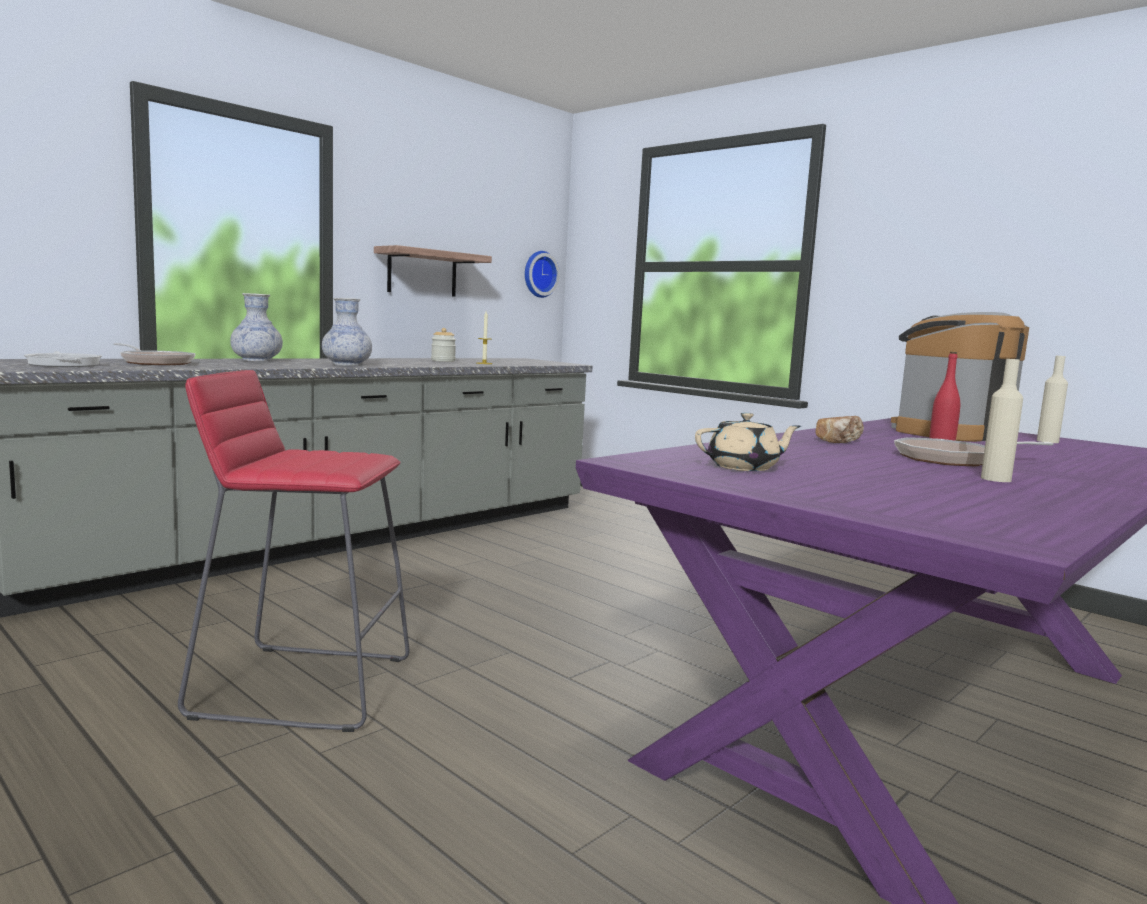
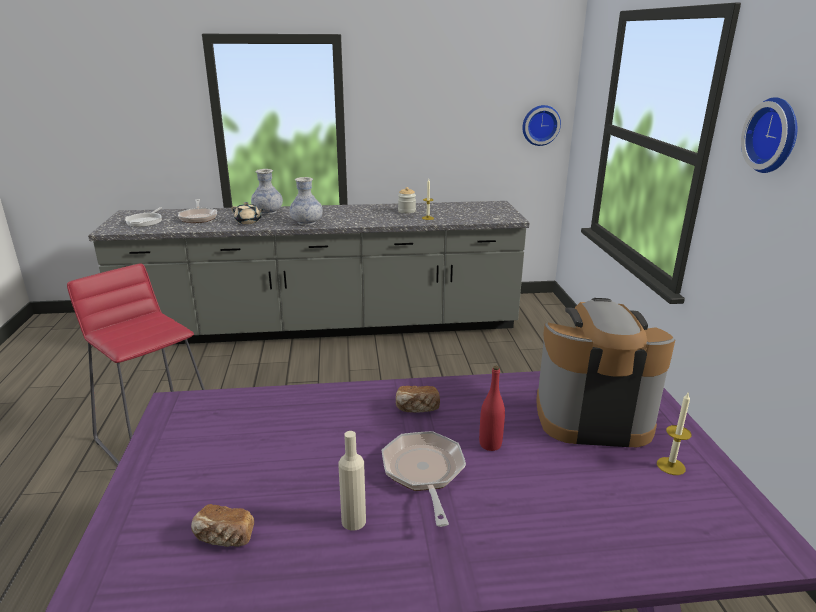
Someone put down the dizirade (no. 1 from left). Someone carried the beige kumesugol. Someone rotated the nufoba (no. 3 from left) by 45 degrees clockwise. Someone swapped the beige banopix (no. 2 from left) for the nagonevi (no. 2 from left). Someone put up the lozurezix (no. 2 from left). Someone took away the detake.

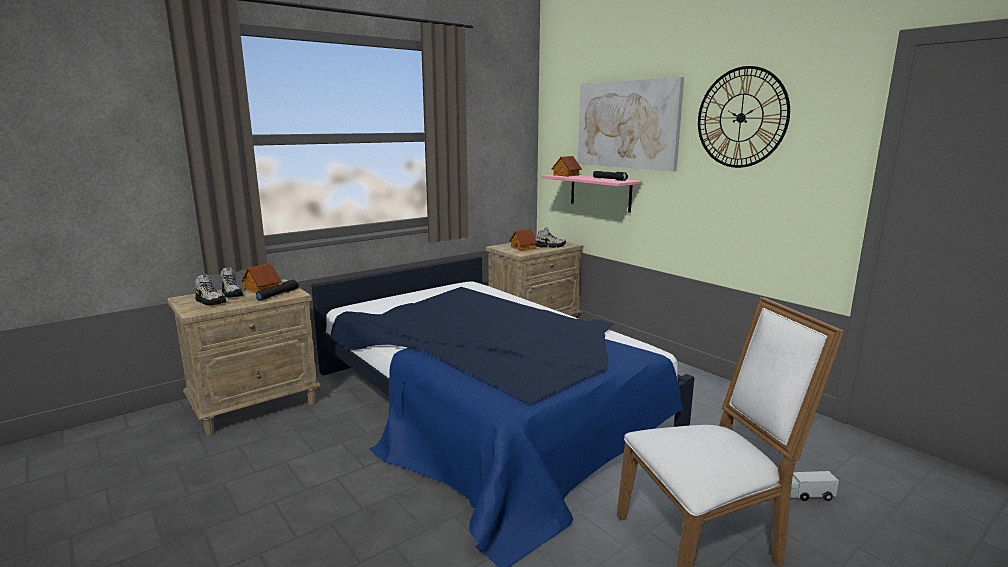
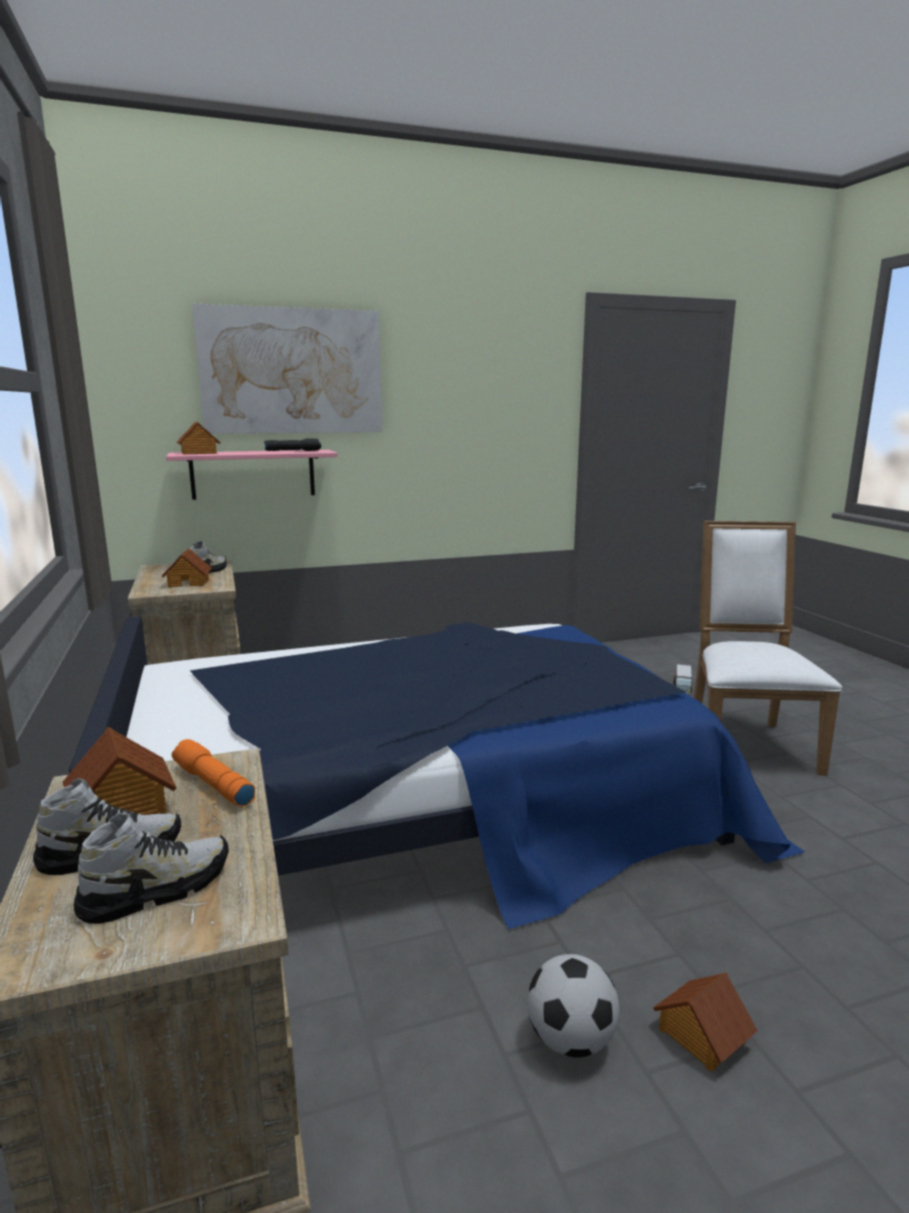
Someone repainted the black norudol (no. 1 from left), which became the orange norudol. Someone put down the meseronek. Someone put down the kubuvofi (no. 4 from left). Someone took away the lozurezix.

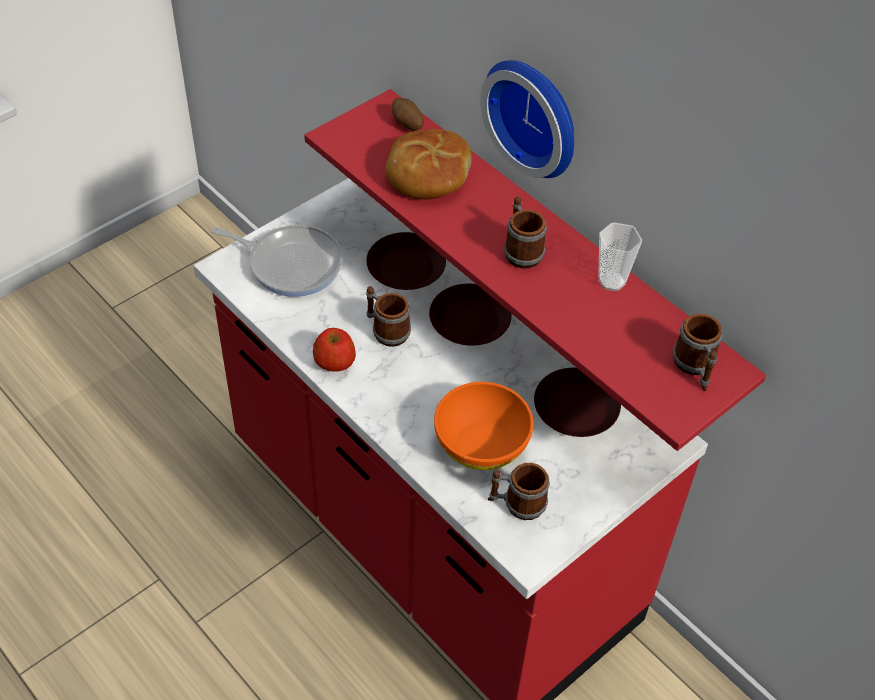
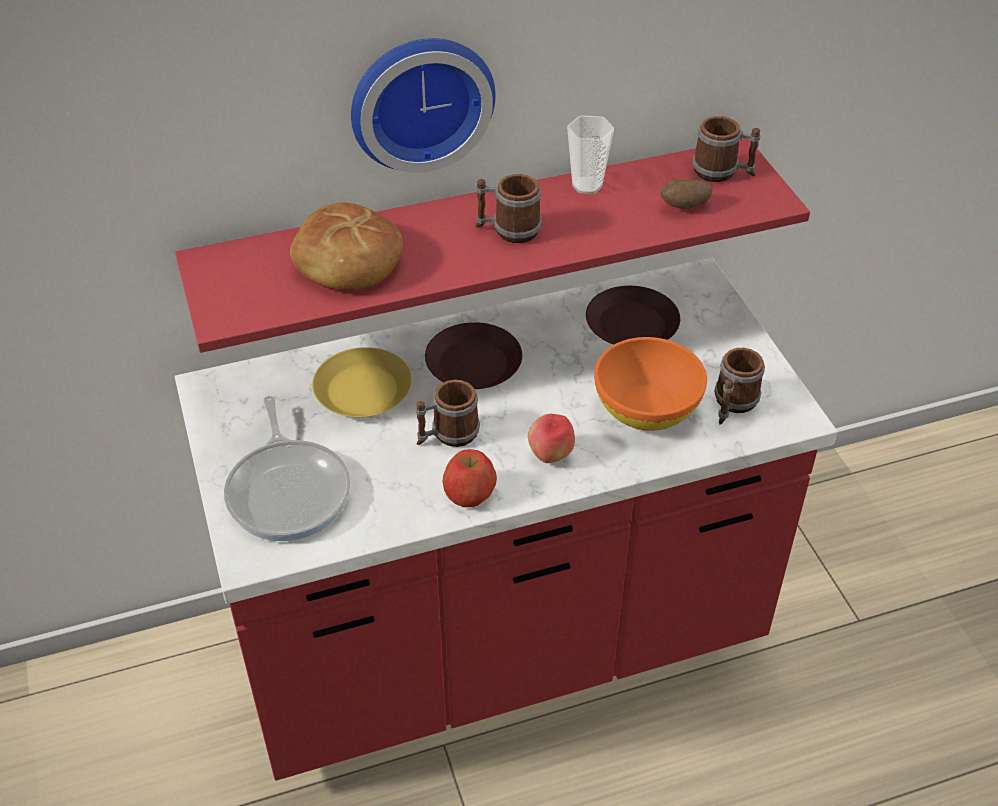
Someone rotated the nufoba by 120 degrees clockwise. Someone repainted the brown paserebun (no. 1 from left), which became the yellow paserebun. Someone put down the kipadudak (no. 2 from left). Someone carried the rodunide.

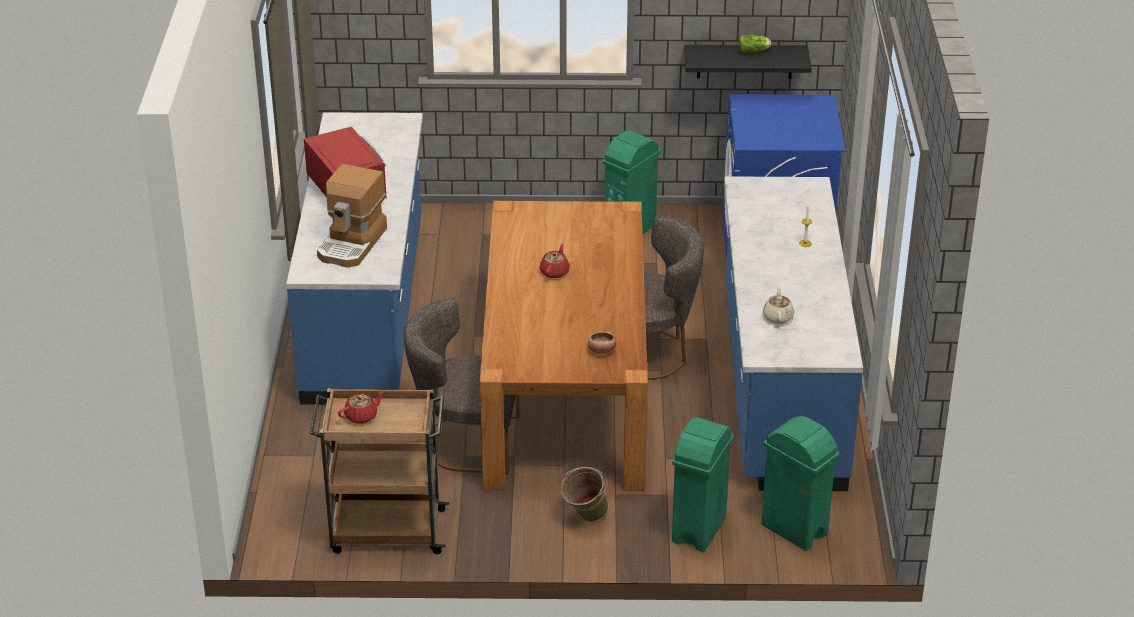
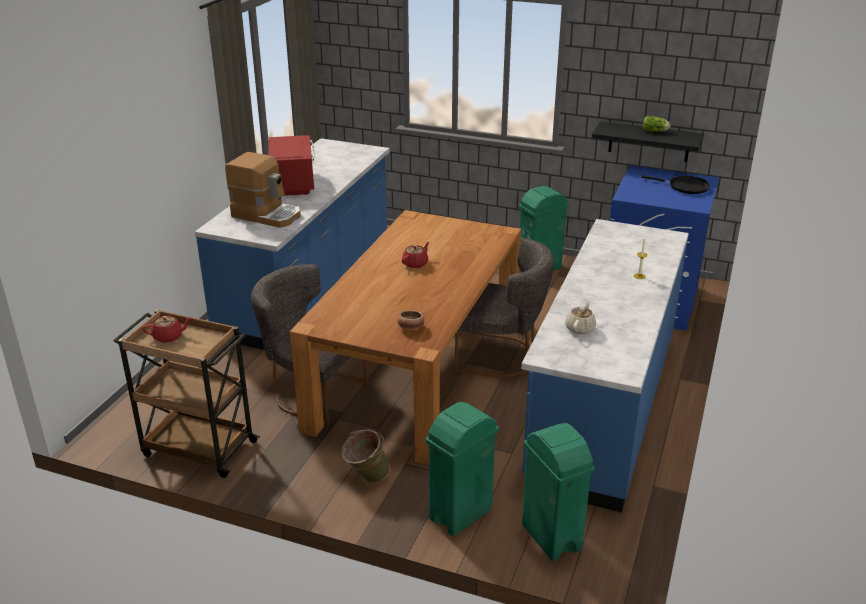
Someone rotated the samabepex by 105 degrees counterclockwise. Someone put down the black nufoba.

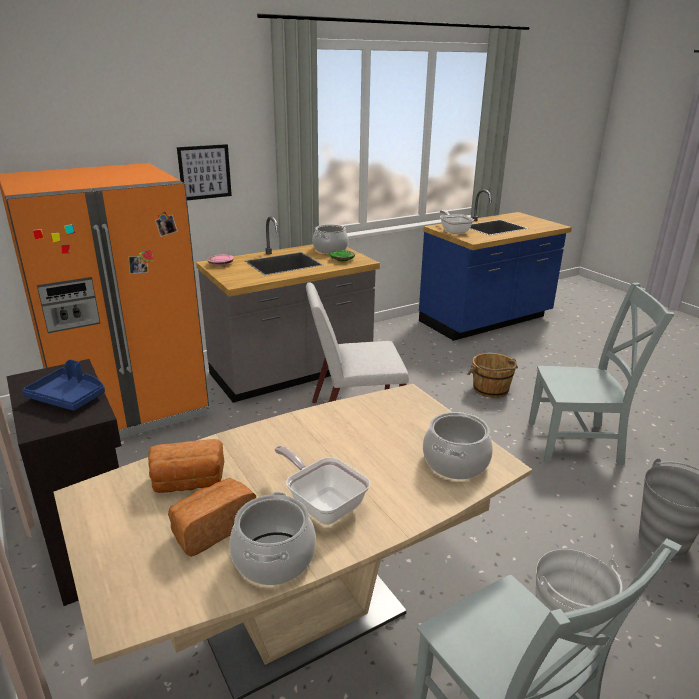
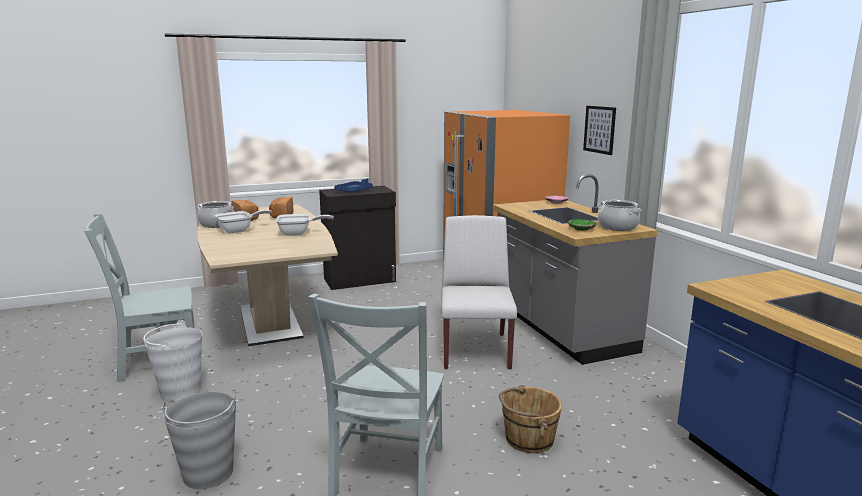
Someone carried the nufoba (no. 2 from left). Someone took away the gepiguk (no. 3 from left).

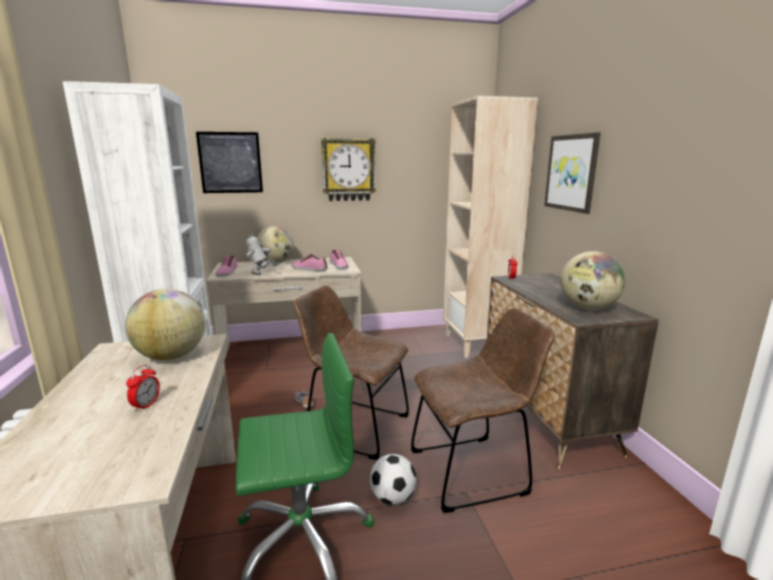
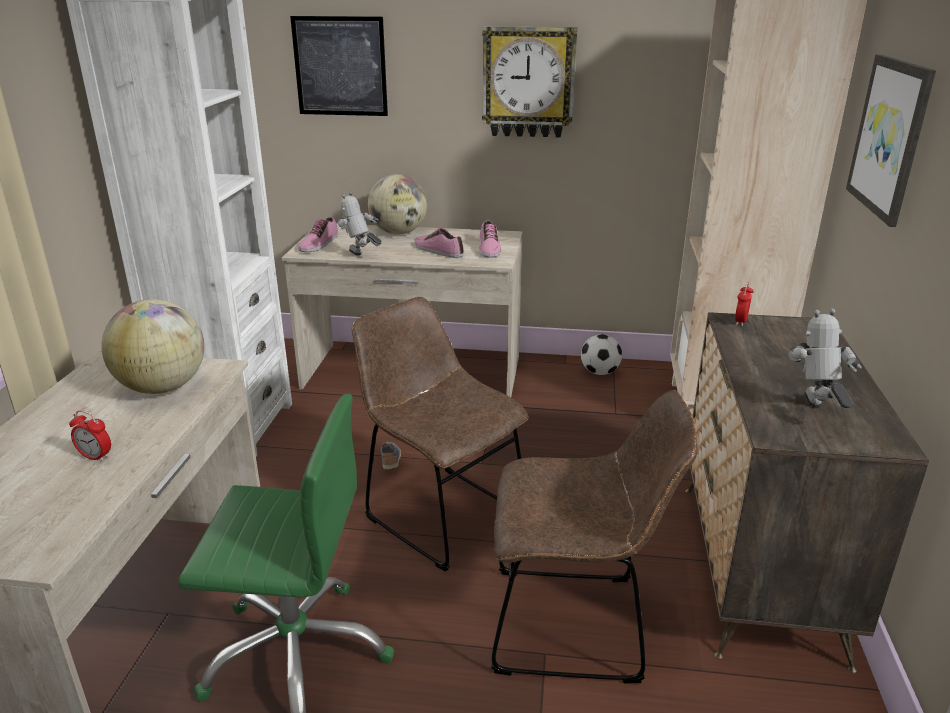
Someone rotated the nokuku (no. 1 from left) by 75 degrees clockwise. Someone carried the meseronek. Someone swapped the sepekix (no. 3 from left) for the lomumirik (no. 2 from left).

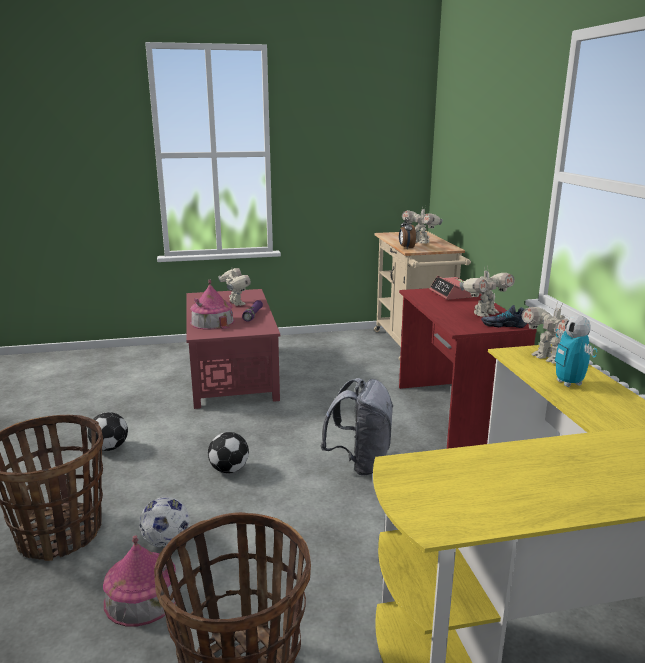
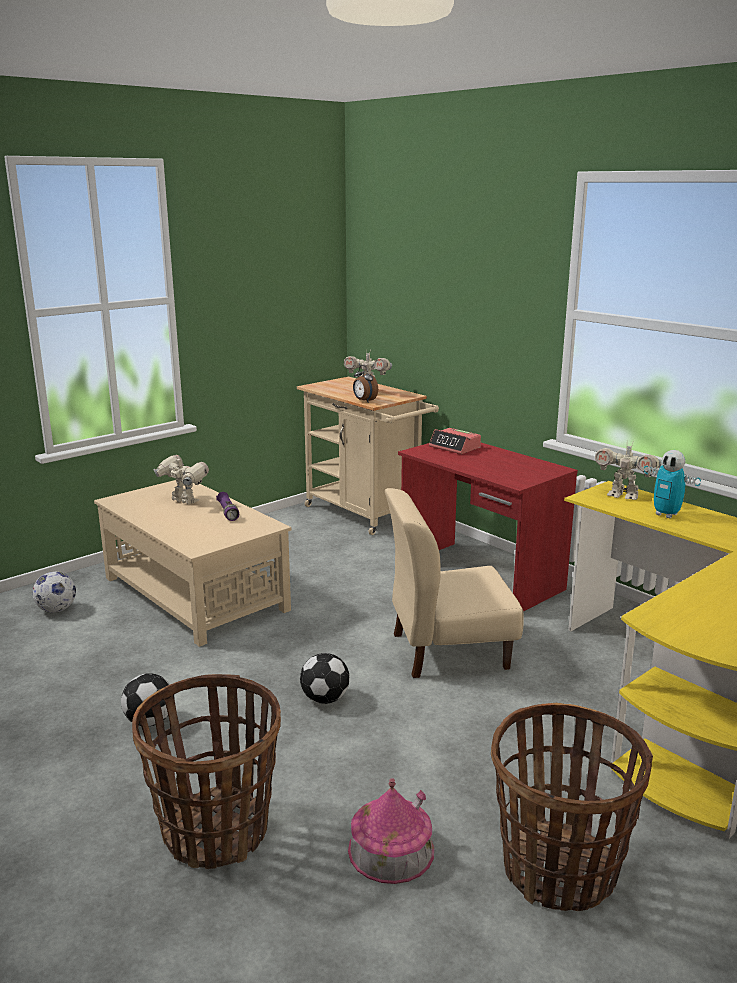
Someone carried the meseronek (no. 2 from left in the first image). Someone repainted the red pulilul, which became the beige pulilul. Someone swapped the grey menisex for the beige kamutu. Someone took away the kubuvofi (no. 2 from left). Someone took away the lomumirik (no. 3 from left). Someone took away the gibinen.

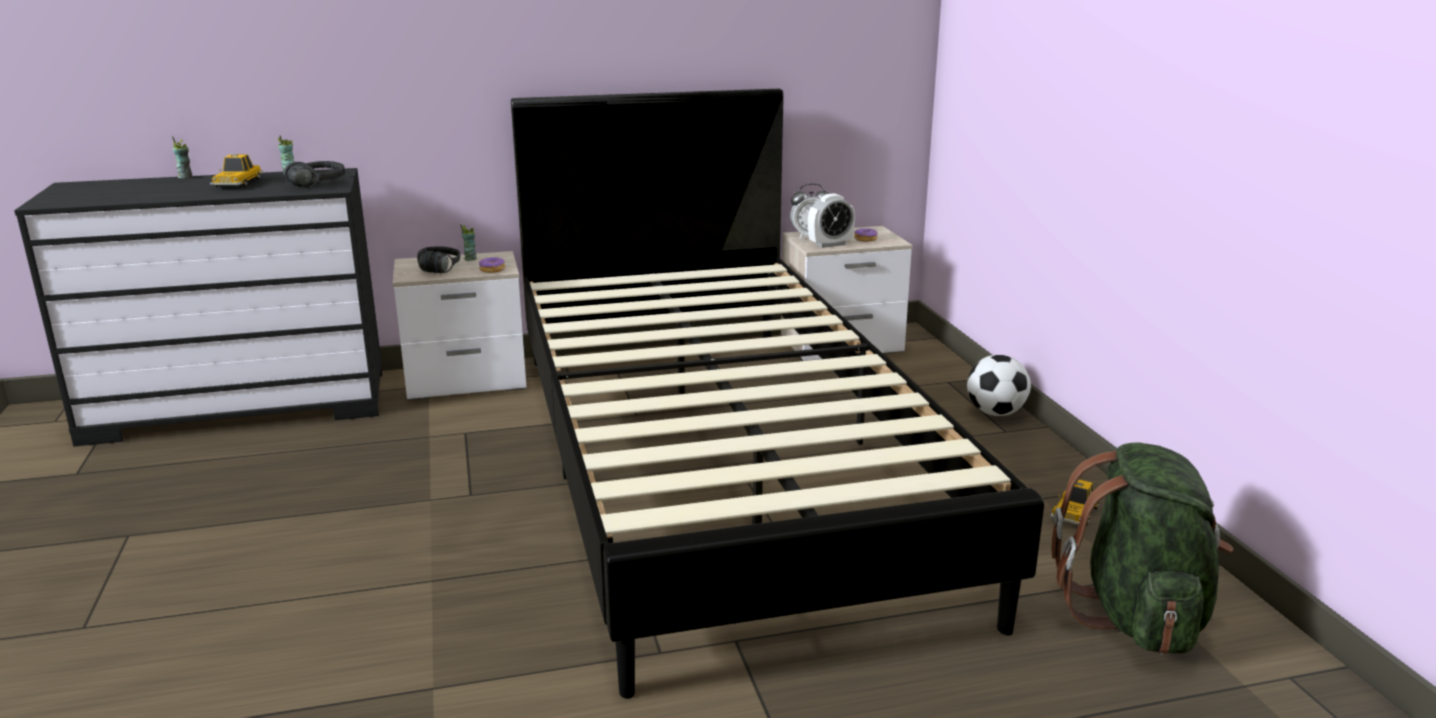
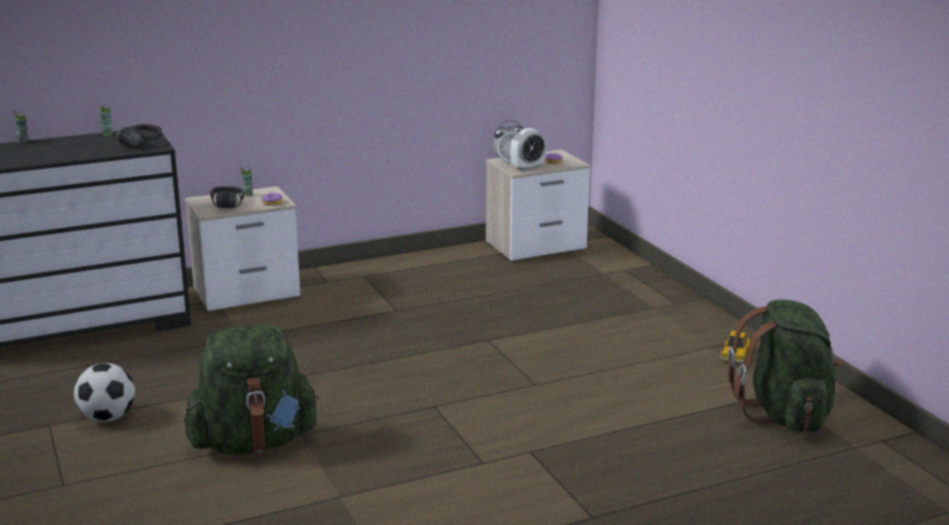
Someone carried the meseronek. Someone put down the green menisex (no. 1 from left). Someone took away the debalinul (no. 1 from left). Someone took away the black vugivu.

